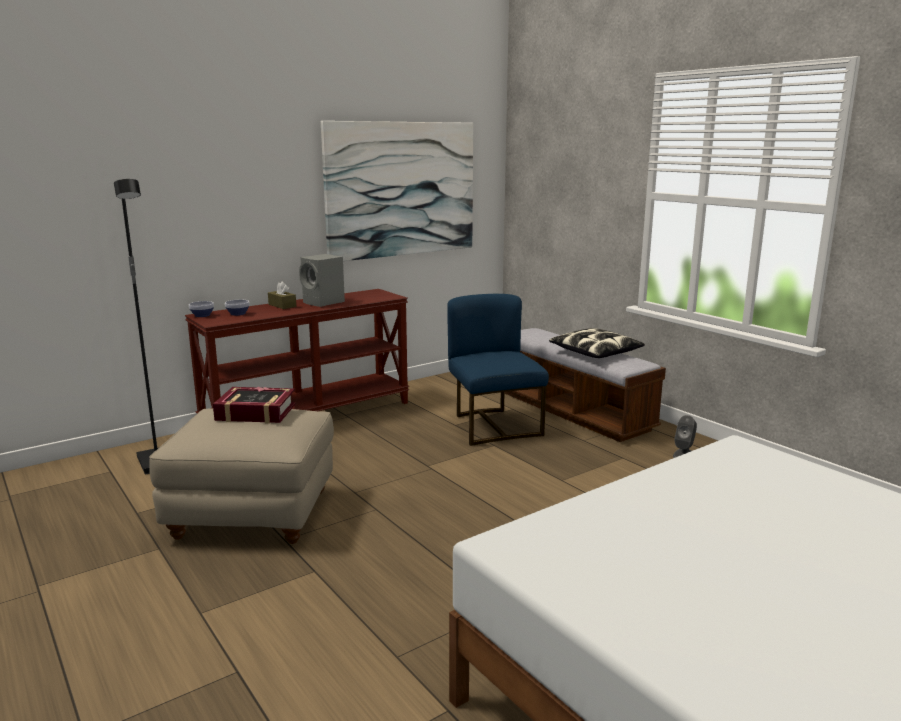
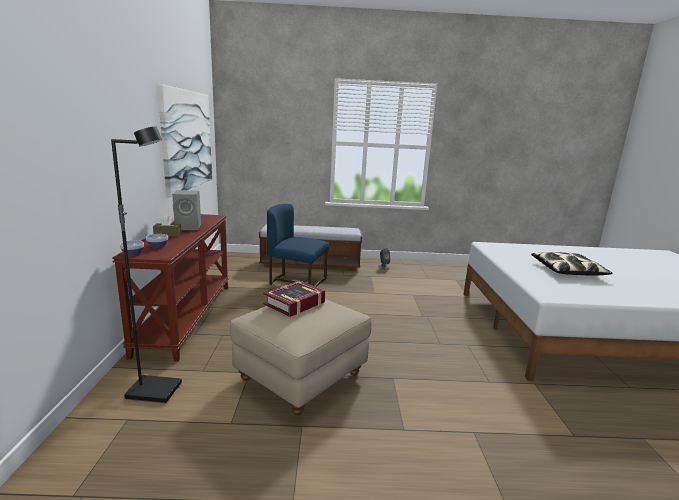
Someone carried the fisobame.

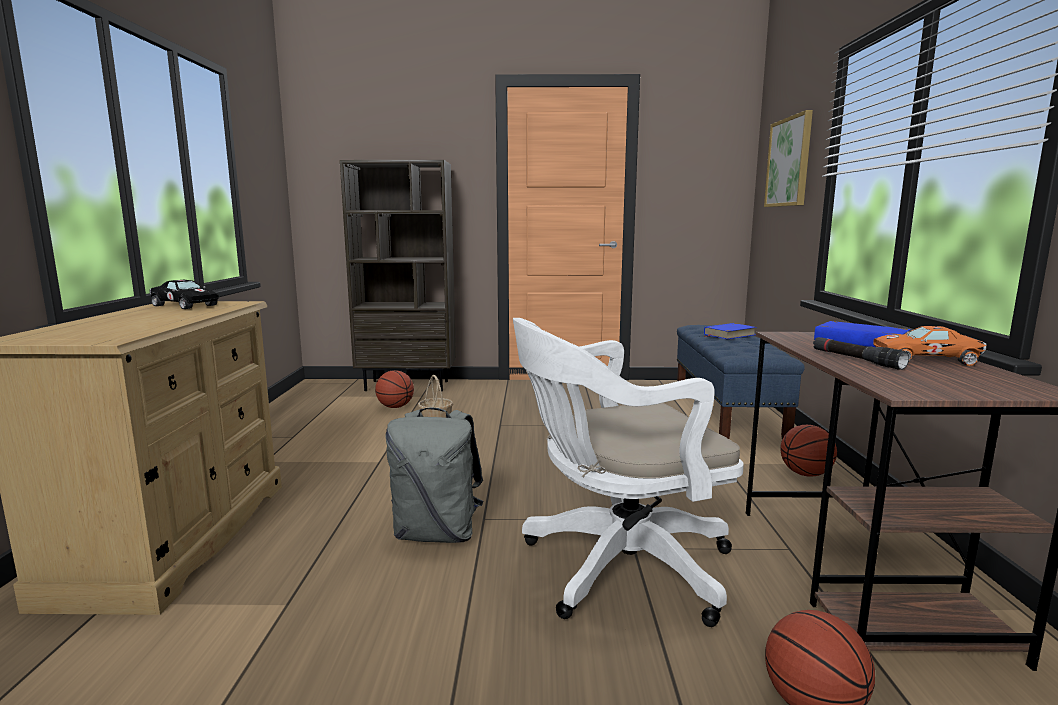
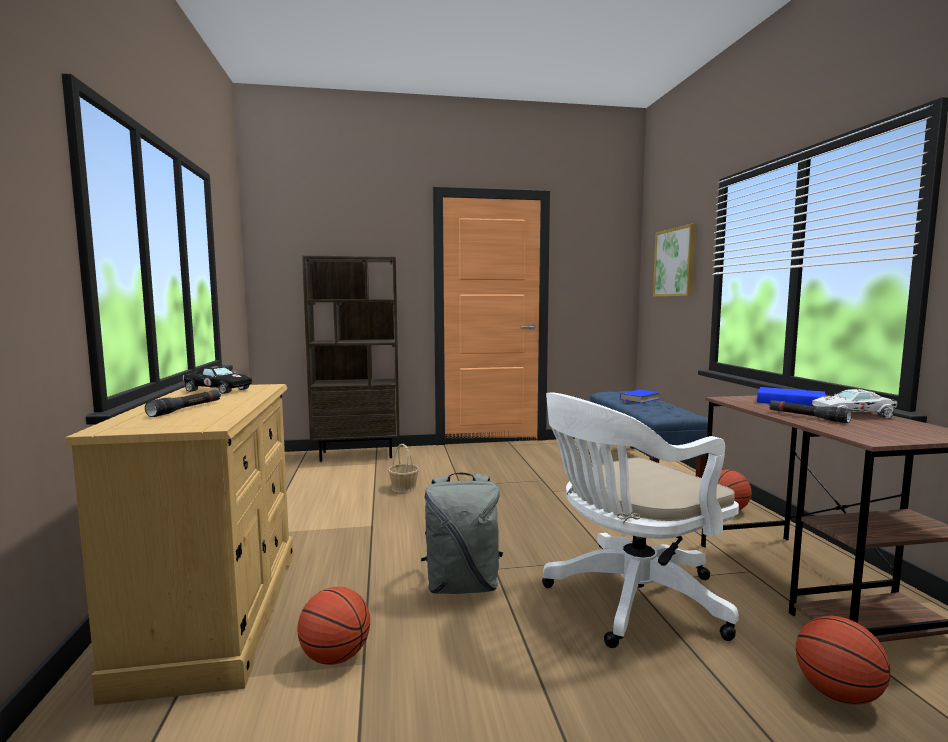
Someone put down the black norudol (no. 1 from left). Someone carried the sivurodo (no. 1 from left). Someone repainted the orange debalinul, which became the white debalinul.

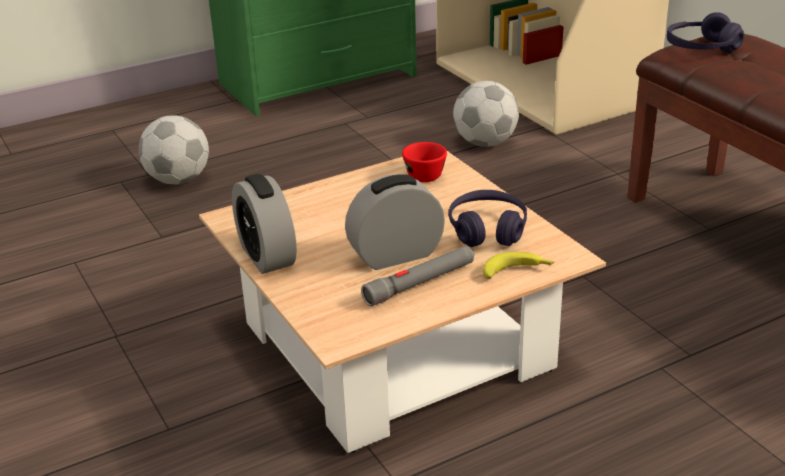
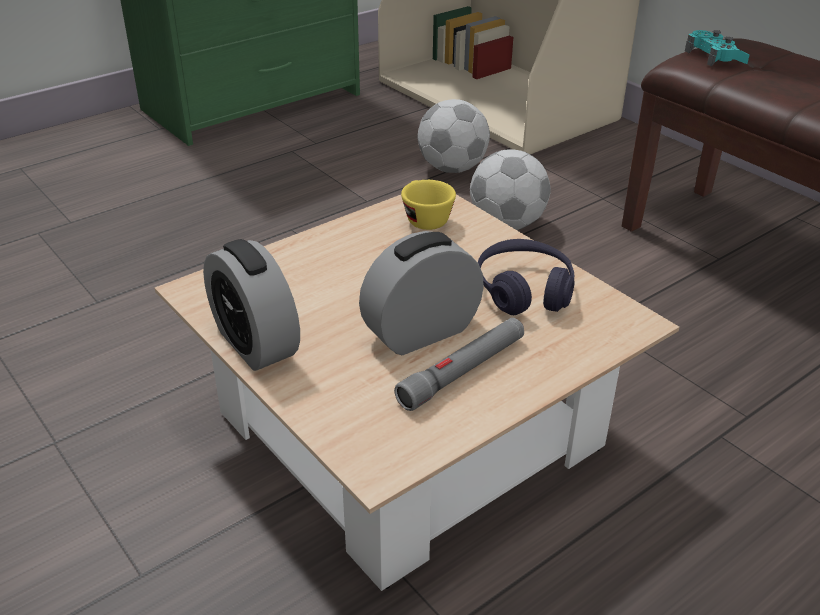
Someone repainted the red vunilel, which became the yellow vunilel. Someone carried the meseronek (no. 1 from left in the first image). Someone swapped the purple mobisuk (no. 2 from left) for the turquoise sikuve. Someone took away the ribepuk.

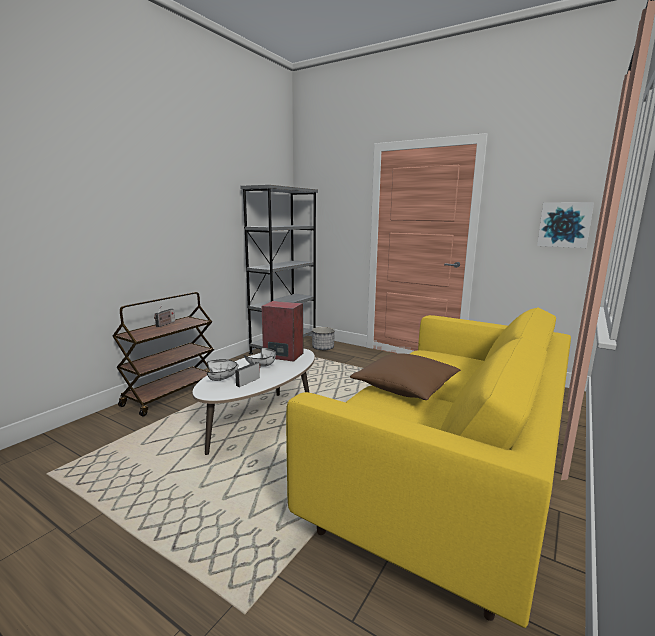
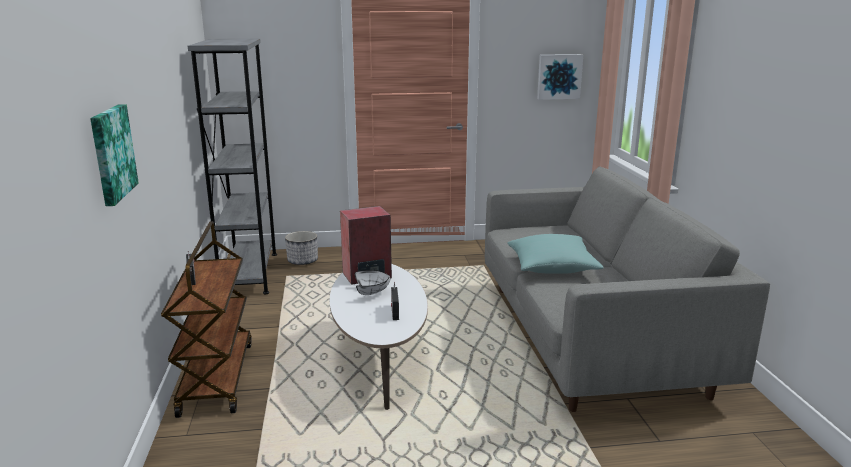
Someone put up the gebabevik (no. 1 from left). Someone repainted the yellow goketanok, which became the grey goketanok. Someone repainted the brown fisobame, which became the turquoise fisobame. Someone took away the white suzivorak (no. 1 from left).

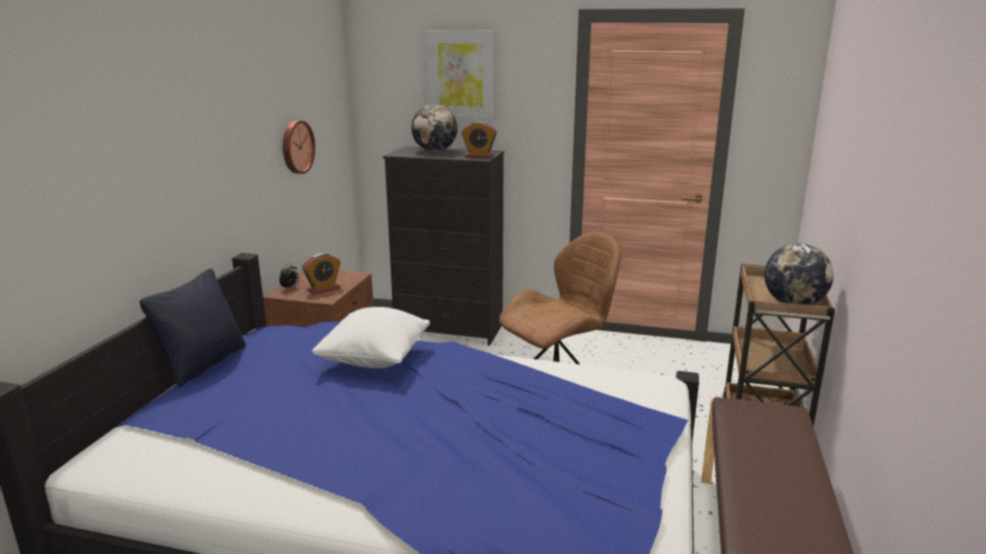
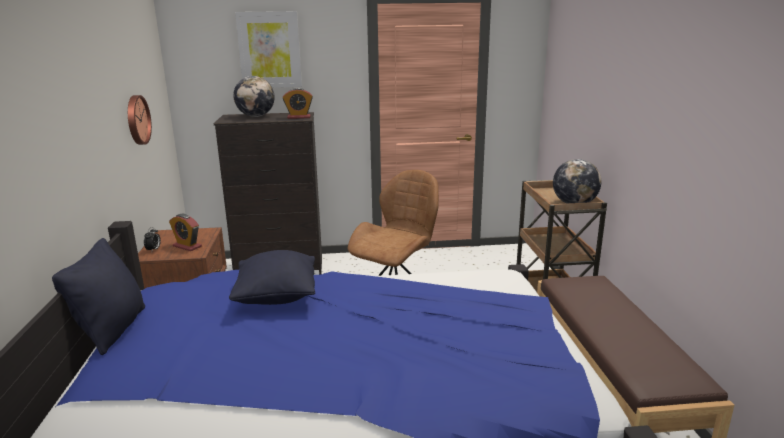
Someone rotated the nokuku (no. 2 from left) by 90 degrees clockwise. Someone repainted the white fisobame, which became the black fisobame (no. 2 from left).

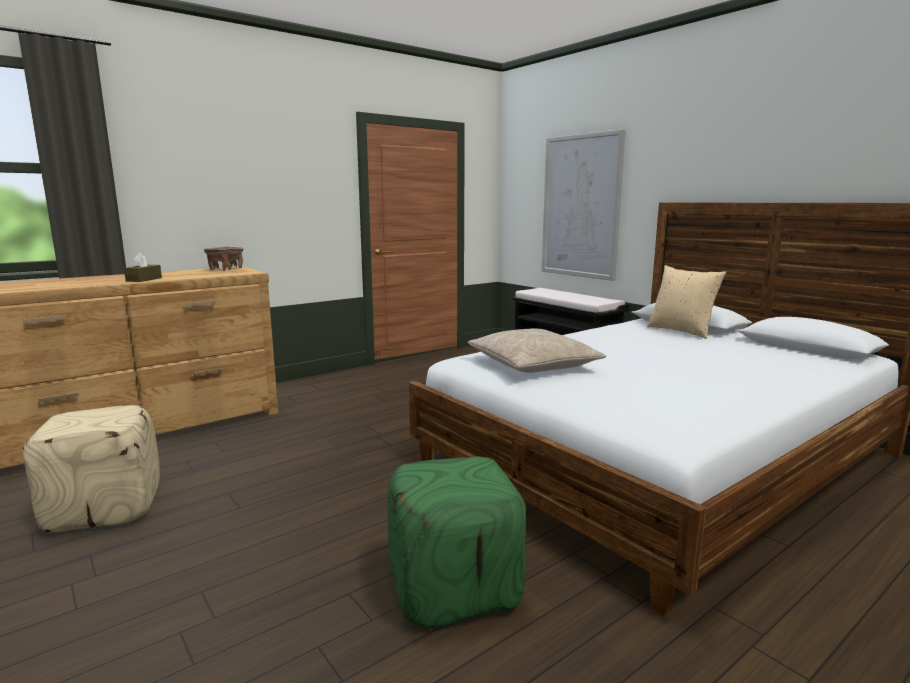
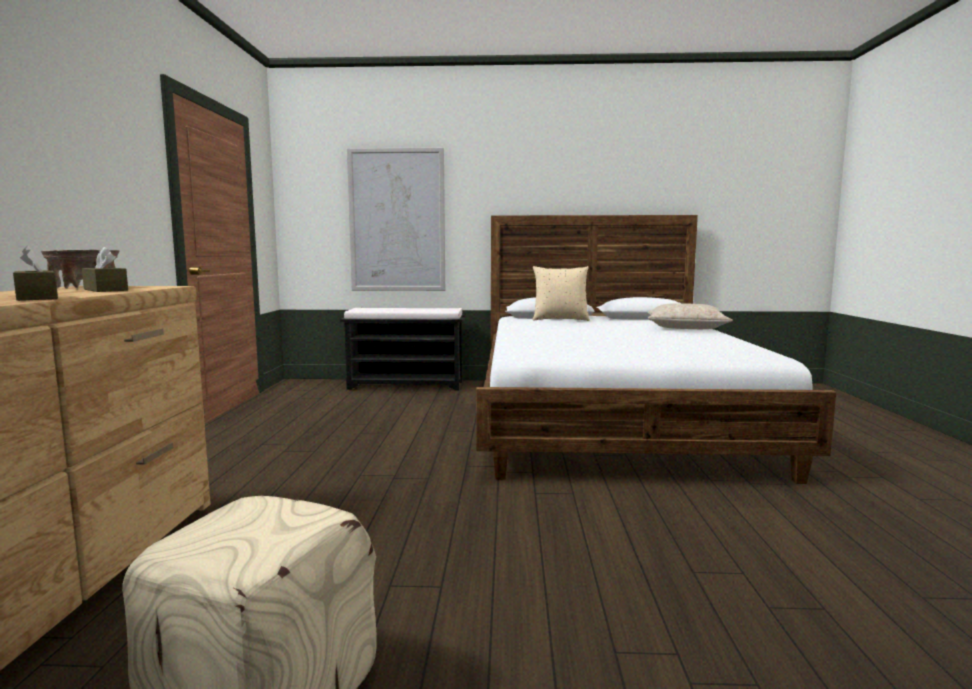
Someone put down the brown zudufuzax (no. 2 from left). Someone carried the beige fisobame (no. 1 from left in the first image). Someone took away the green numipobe.

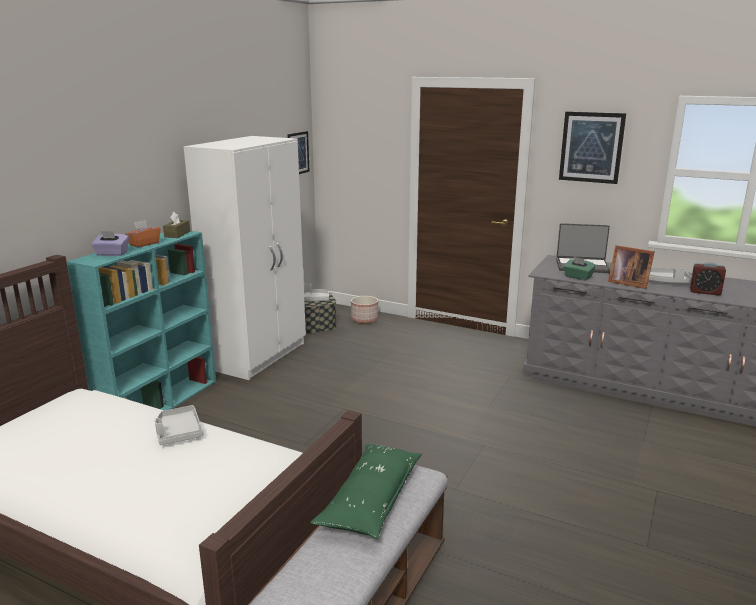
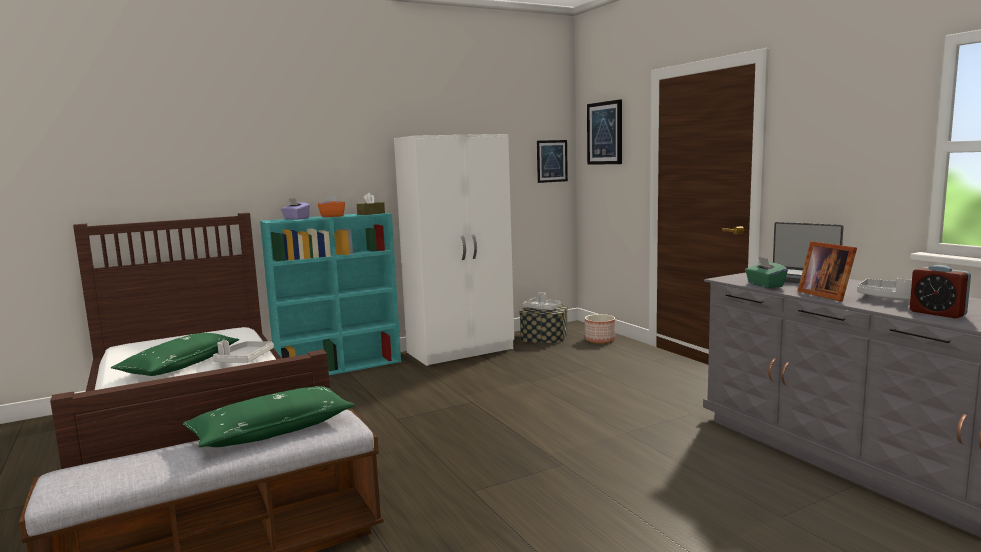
Someone put down the green fisobame (no. 1 from left). Someone carried the gebabevik (no. 2 from left).

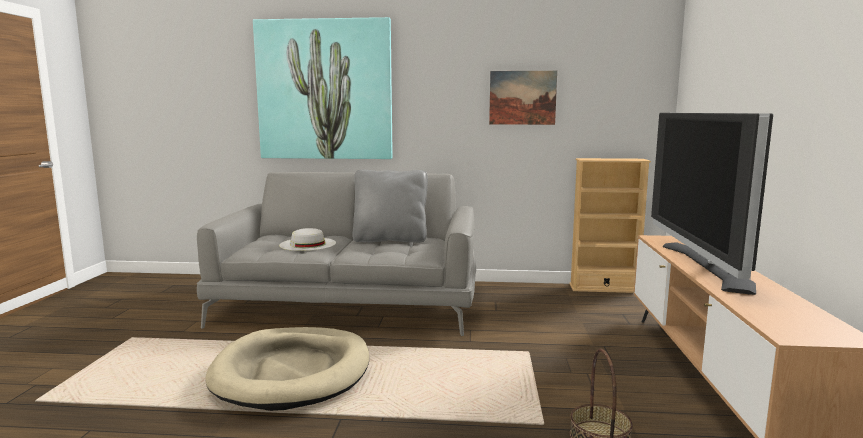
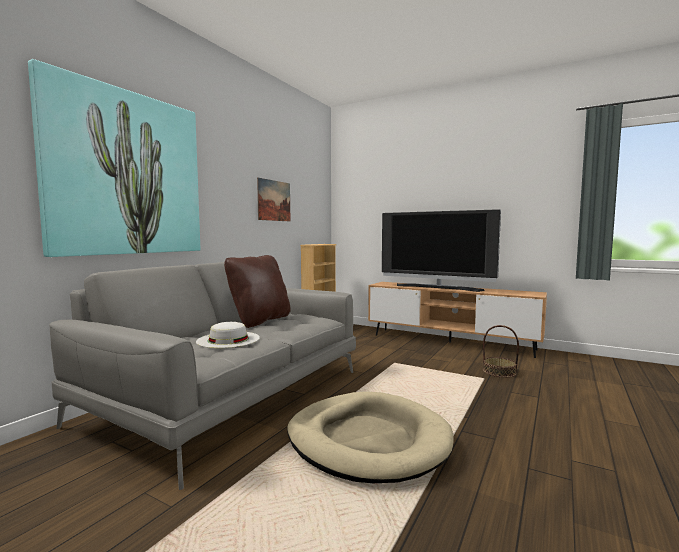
Someone repainted the grey fisobame, which became the brown fisobame.

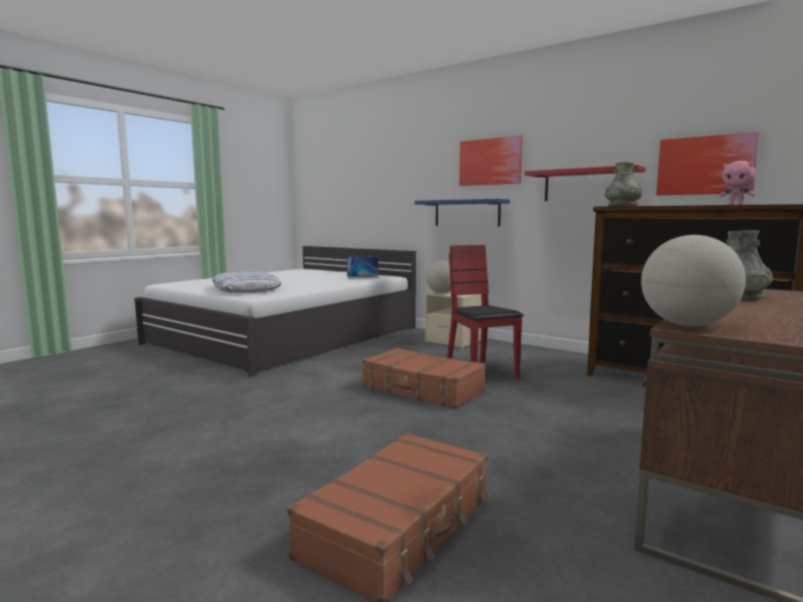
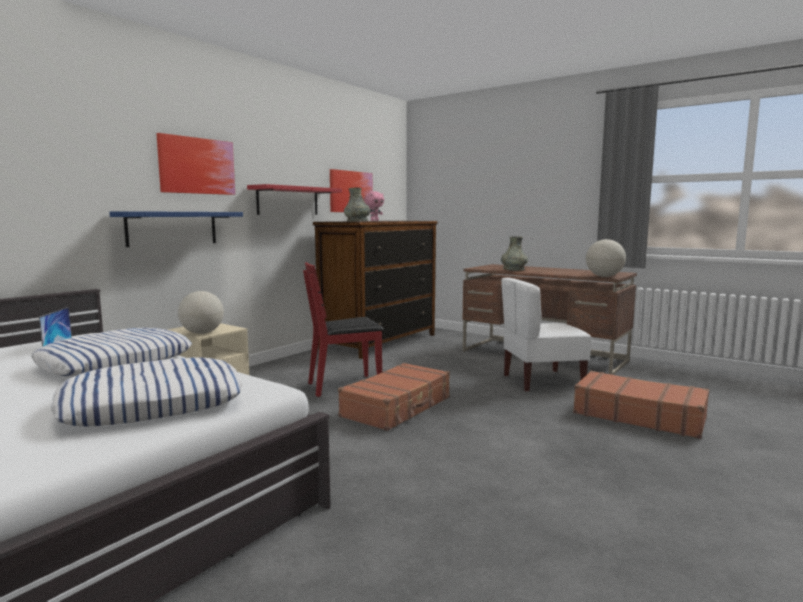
Someone put down the fisobame (no. 1 from left). Someone put down the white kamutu.

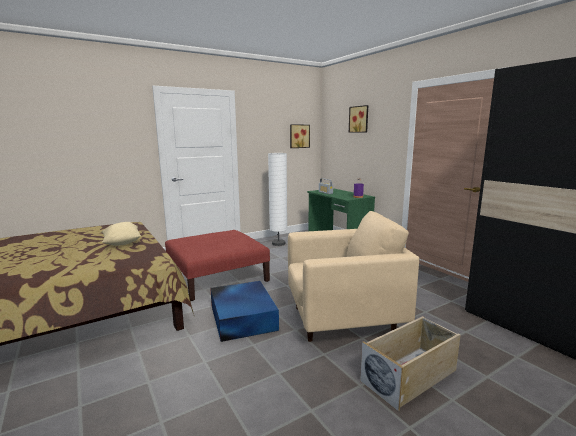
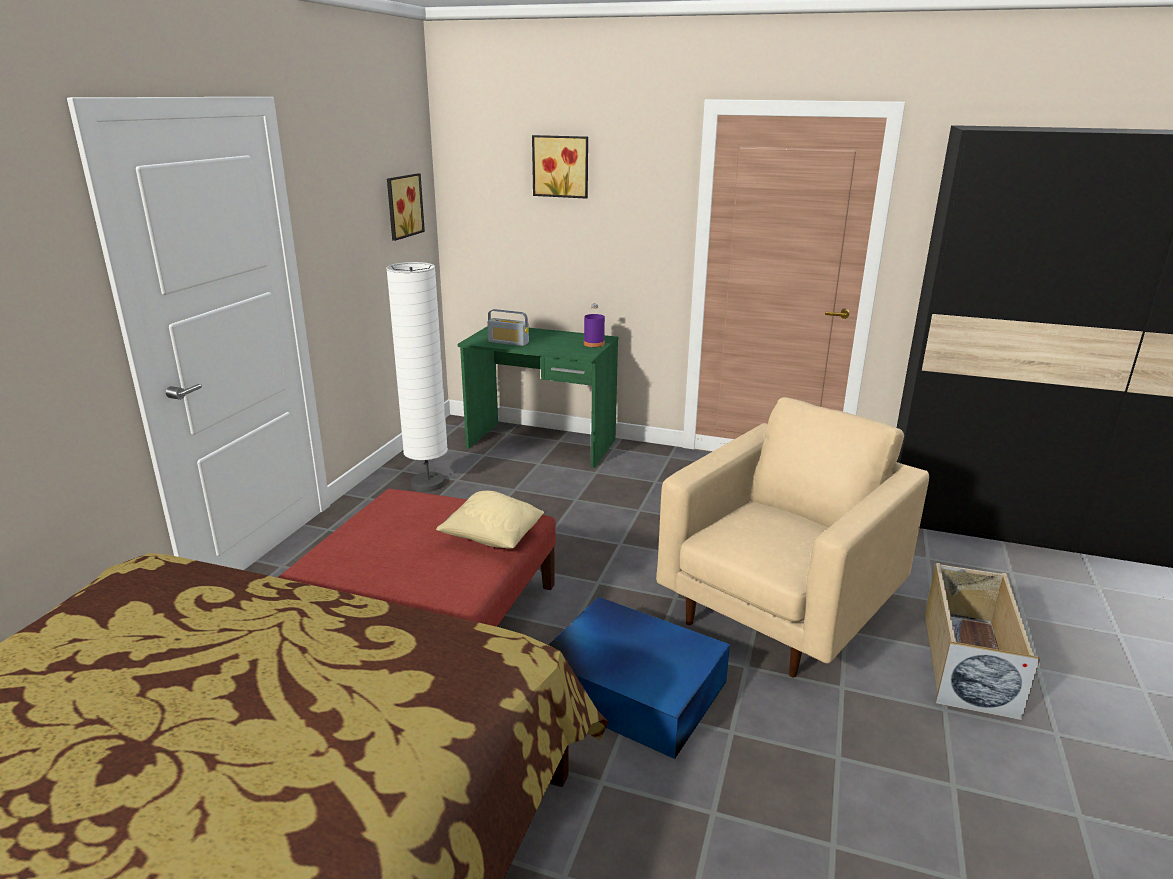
Someone carried the beige fisobame.

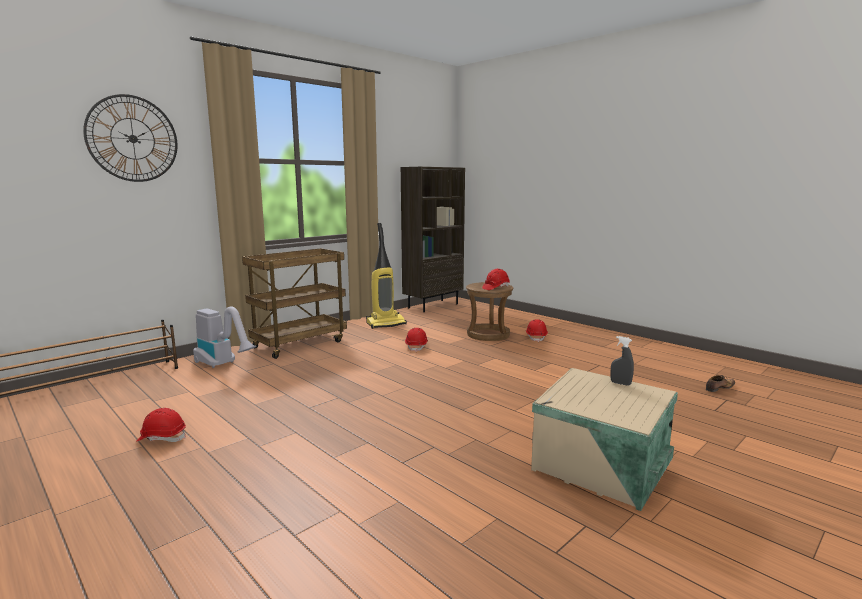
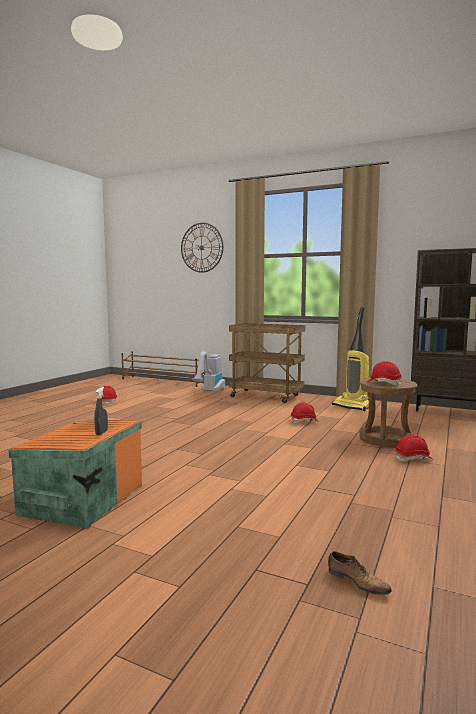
Someone repainted the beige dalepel, which became the orange dalepel.

